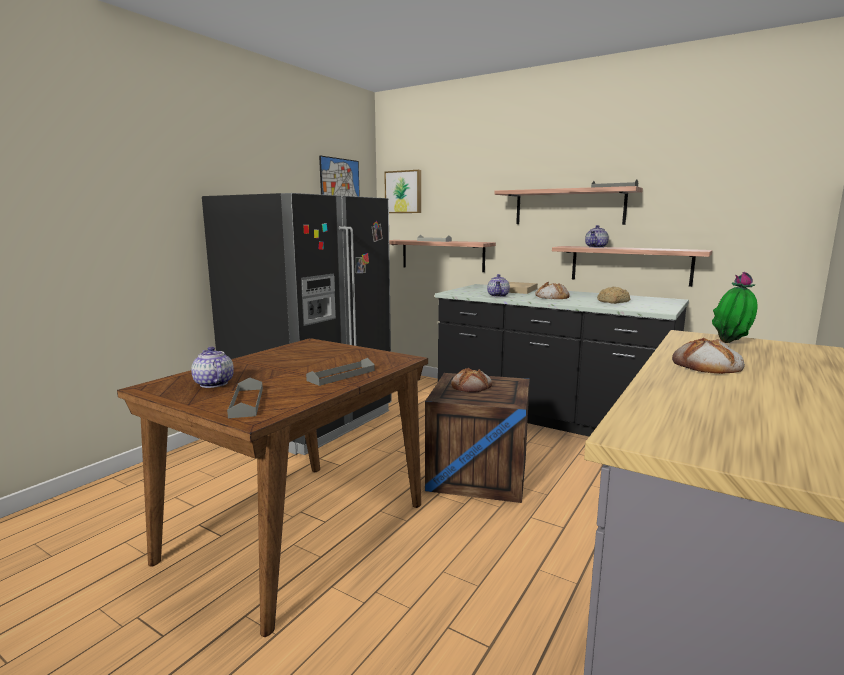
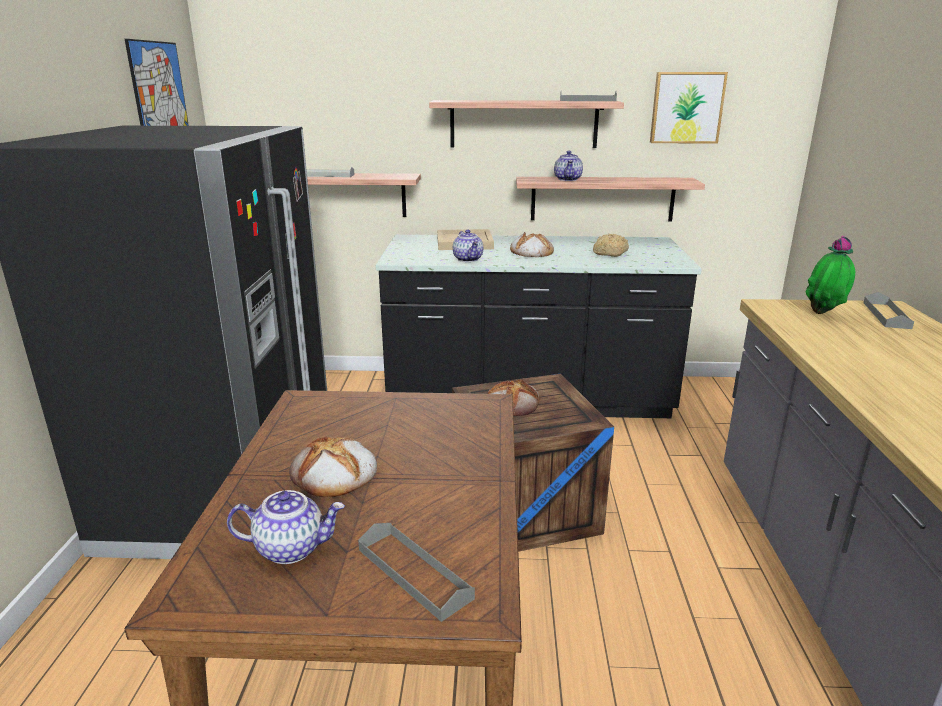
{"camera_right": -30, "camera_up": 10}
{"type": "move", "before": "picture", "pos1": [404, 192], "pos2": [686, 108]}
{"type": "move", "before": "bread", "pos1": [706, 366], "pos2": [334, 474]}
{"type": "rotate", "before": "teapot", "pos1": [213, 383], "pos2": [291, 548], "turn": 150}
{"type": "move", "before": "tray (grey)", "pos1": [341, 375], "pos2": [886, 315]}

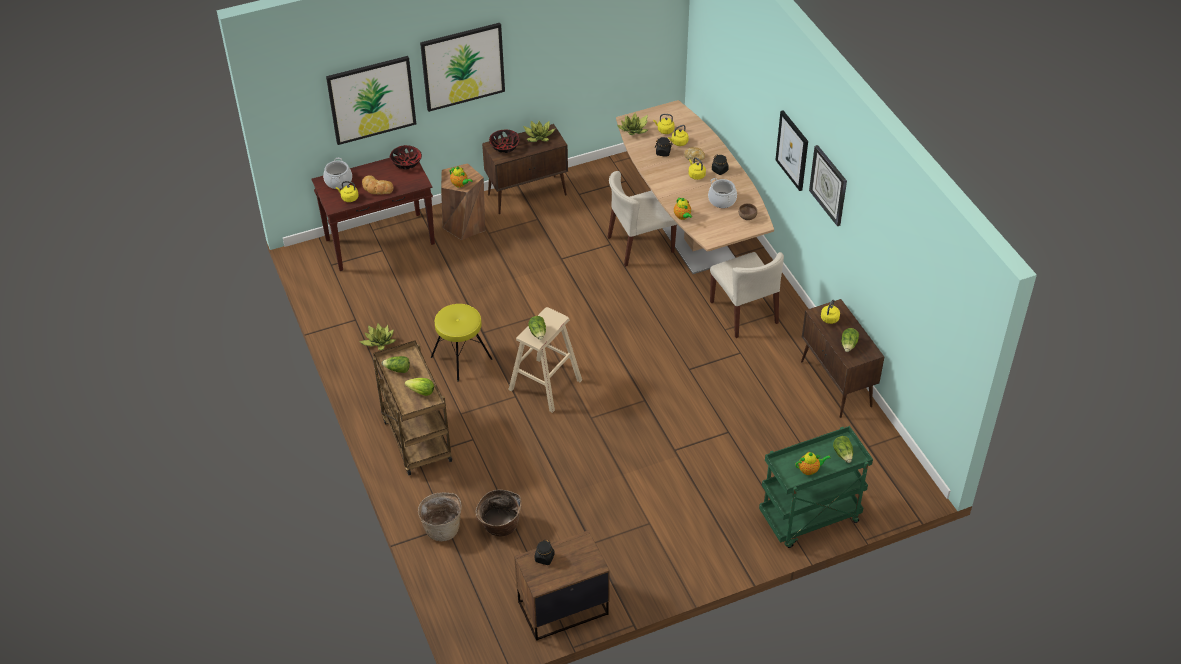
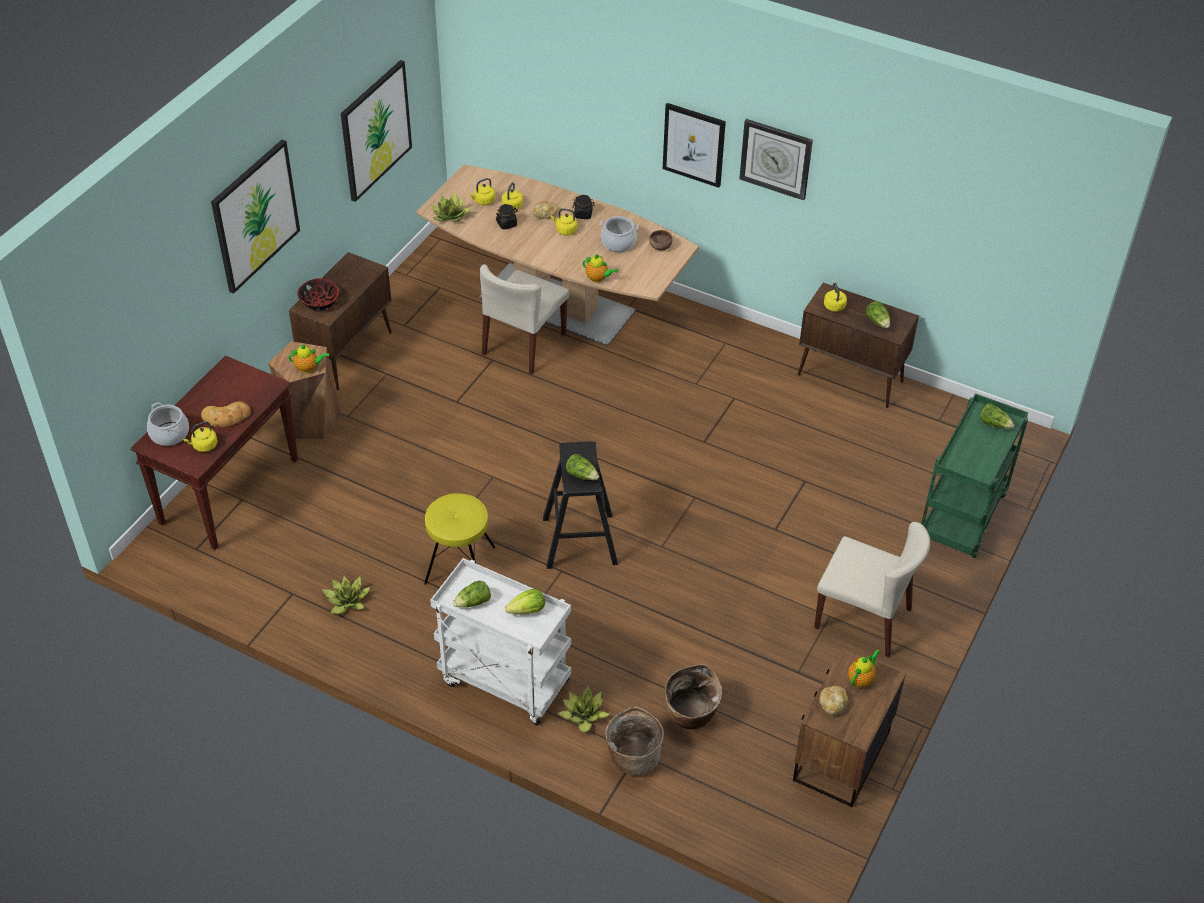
{"camera_right": -40, "camera_up": 0}
{"type": "move", "before": "picture", "pos1": [371, 99], "pos2": [375, 130]}
{"type": "move", "before": "potted plant", "pos1": [538, 137], "pos2": [584, 716]}
{"type": "delete", "before": "bowl", "pos1": [406, 163]}
{"type": "move", "before": "chair (beige)", "pos1": [744, 312], "pos2": [864, 618]}
{"type": "recolor", "before": "stool (beige)", "after": "stool (black)", "pos1": [545, 385], "pos2": [579, 540]}
{"type": "recolor", "before": "cart (brown)", "after": "cart (white)", "pos1": [415, 439], "pos2": [503, 682]}
{"type": "move", "before": "teapot", "pos1": [810, 470], "pos2": [861, 679]}
{"type": "replace", "before": "jar (black)", "after": "bread", "pos1": [544, 558], "pos2": [833, 704]}

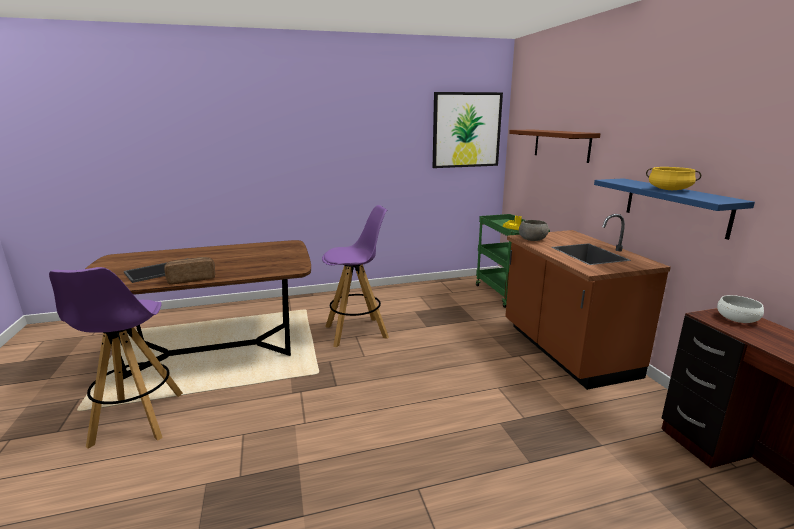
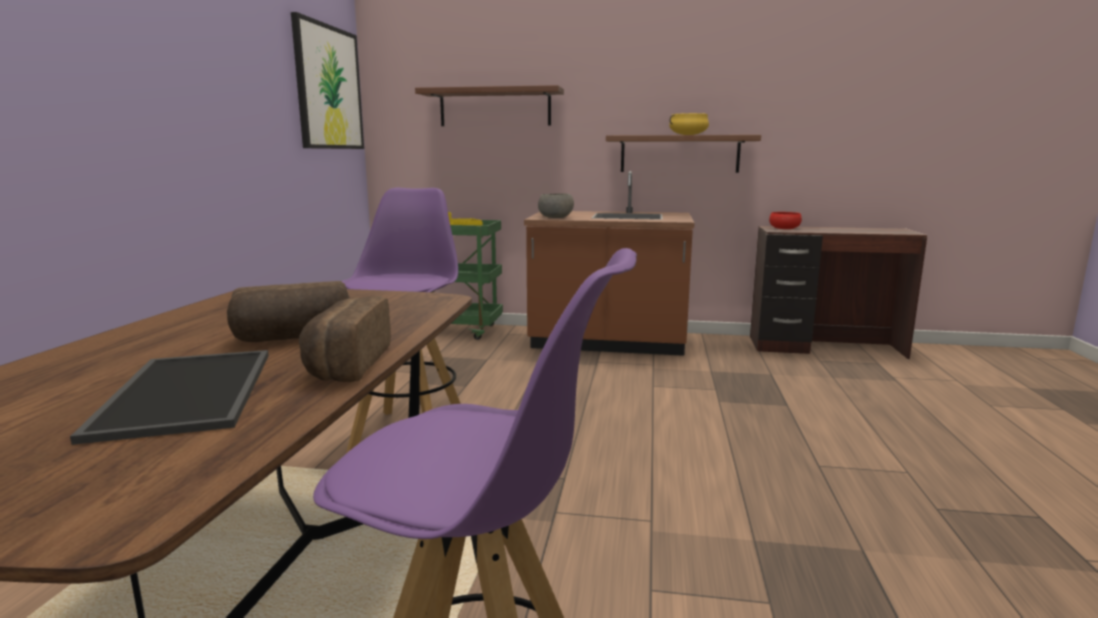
{"camera_right": -65, "camera_up": -5}
{"type": "recolor", "before": "shelf (blue)", "after": "shelf (brown)", "pos1": [675, 206], "pos2": [679, 154]}
{"type": "recolor", "before": "bowl (white)", "after": "bowl (red)", "pos1": [737, 318], "pos2": [784, 228]}
{"type": "insert", "after": "bread", "pos2": [294, 337]}

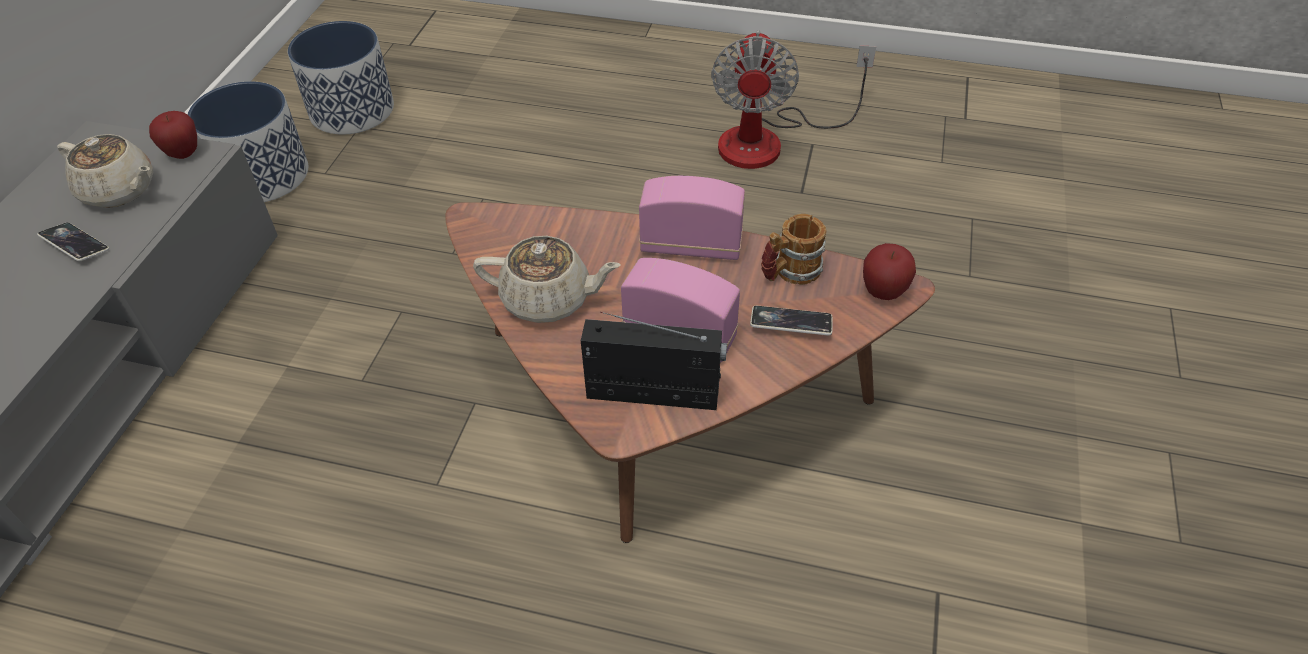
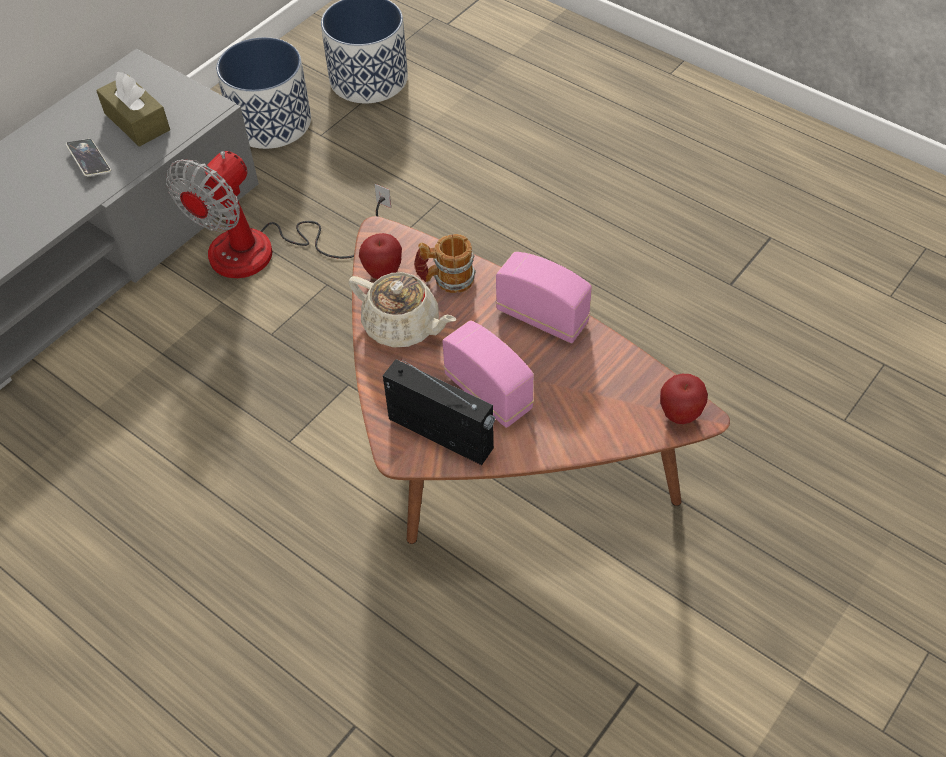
{"camera_right": 25, "camera_up": 5}
{"type": "move", "before": "fan", "pos1": [769, 140], "pos2": [266, 251]}
{"type": "move", "before": "apple", "pos1": [183, 153], "pos2": [383, 273]}
{"type": "replace", "before": "teapot (beige)", "after": "tissue box (brown)", "pos1": [120, 191], "pos2": [137, 121]}
{"type": "move", "before": "mug", "pos1": [789, 273], "pos2": [445, 280]}
{"type": "delete", "before": "phone", "pos1": [791, 324]}

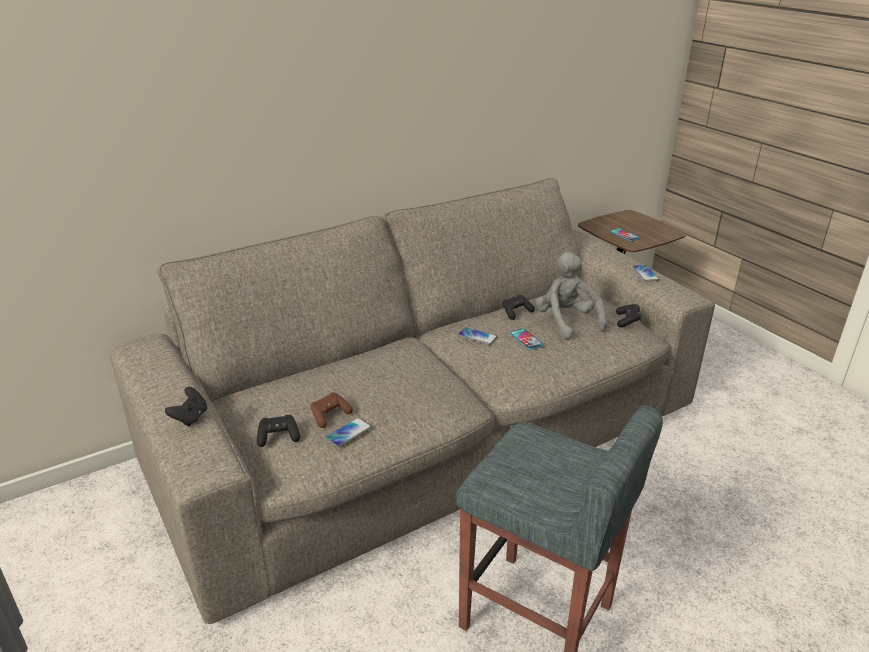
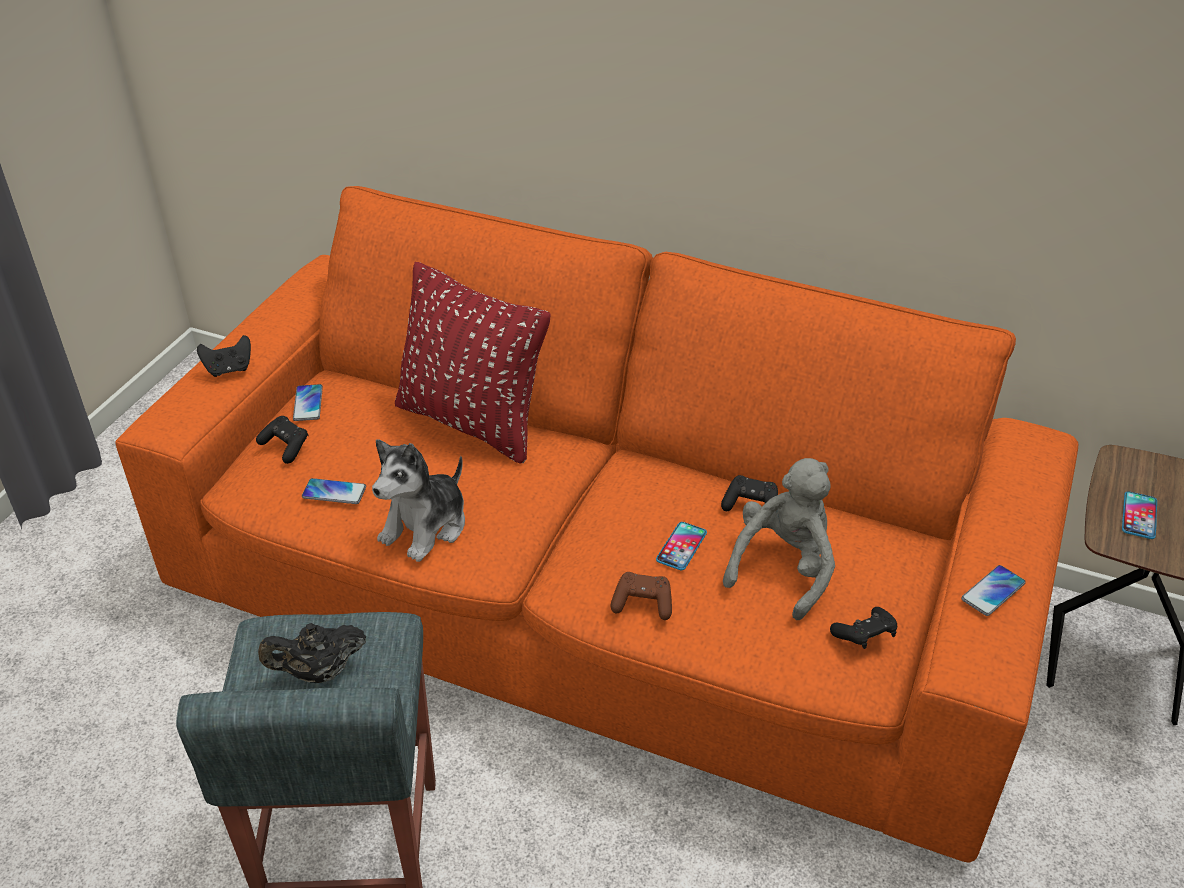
{"camera_right": 55, "camera_up": 10}
{"type": "recolor", "before": "sofa (beige)", "after": "sofa (orange)", "pos1": [432, 437], "pos2": [593, 595]}
{"type": "move", "before": "phone", "pos1": [477, 336], "pos2": [308, 403]}
{"type": "move", "before": "game controller (brown)", "pos1": [330, 415], "pos2": [643, 603]}
{"type": "insert", "after": "pillow (red)", "pos2": [472, 422]}
{"type": "insert", "after": "plush toy", "pos2": [426, 527]}
{"type": "insert", "after": "teapot (black)", "pos2": [318, 672]}

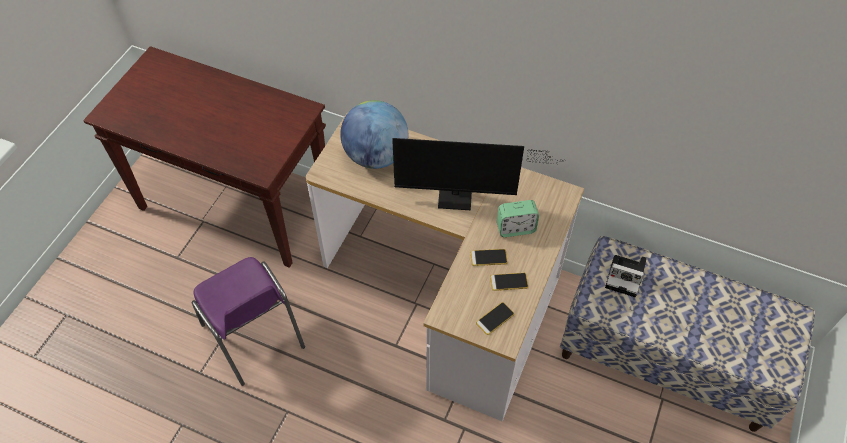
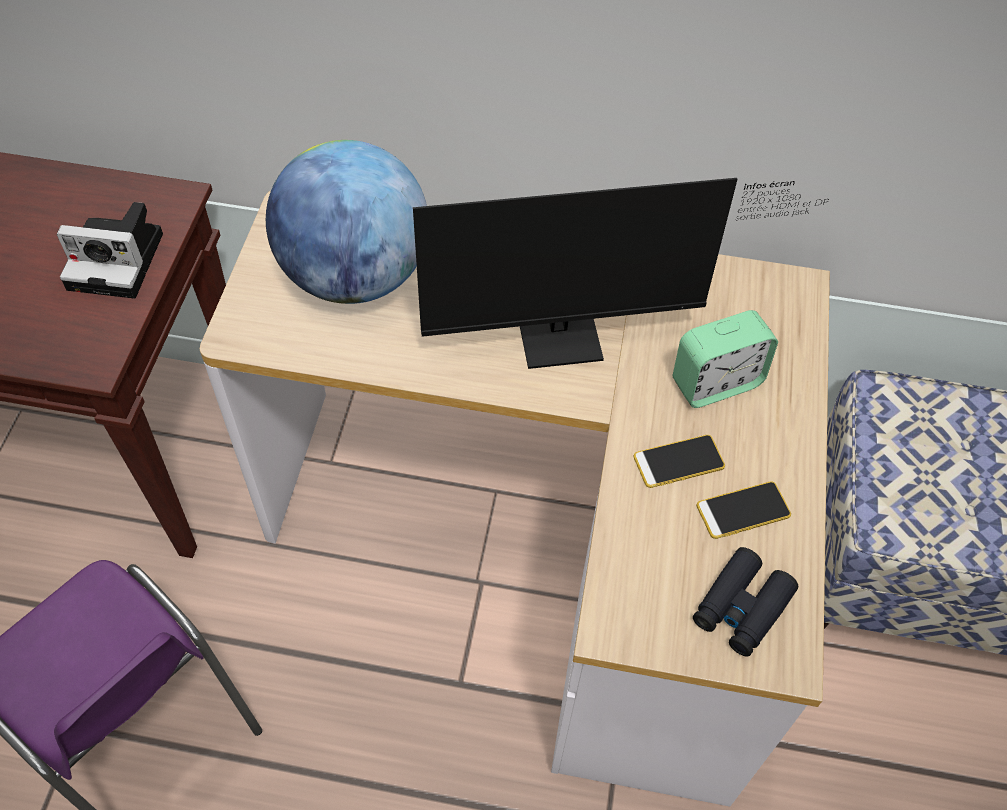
{"camera_right": -15, "camera_up": 0}
{"type": "move", "before": "photo camera", "pos1": [626, 277], "pos2": [120, 260]}
{"type": "replace", "before": "phone", "after": "binoculars (black)", "pos1": [495, 318], "pos2": [741, 607]}

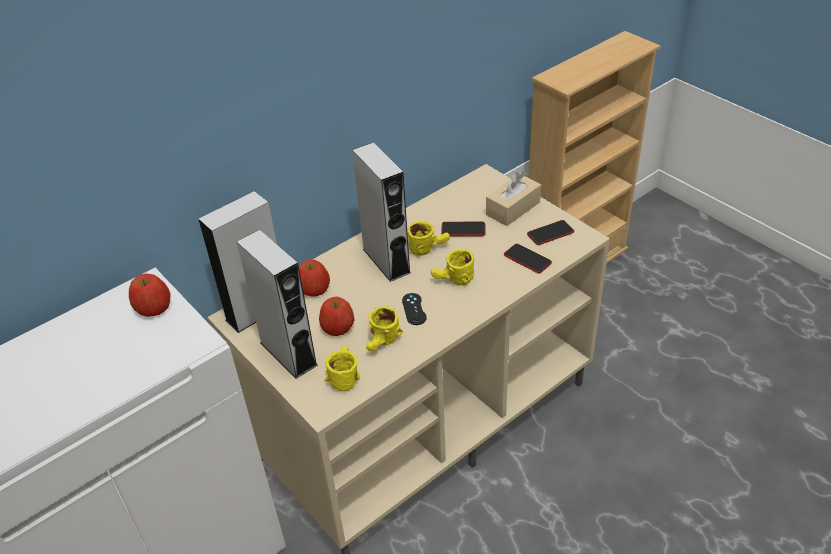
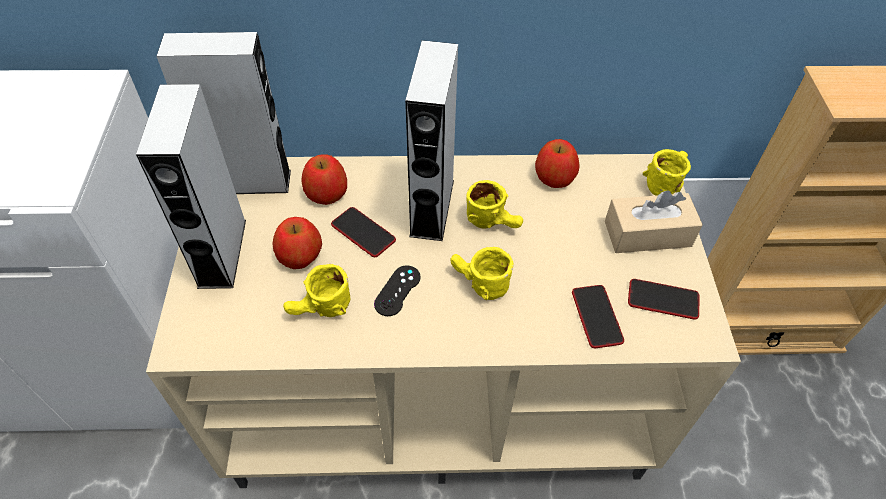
{"camera_right": 35, "camera_up": 10}
{"type": "move", "before": "phone", "pos1": [463, 230], "pos2": [363, 233]}
{"type": "move", "before": "apple", "pos1": [153, 307], "pos2": [554, 176]}
{"type": "move", "before": "mug (yellow)", "pos1": [343, 375], "pos2": [664, 181]}

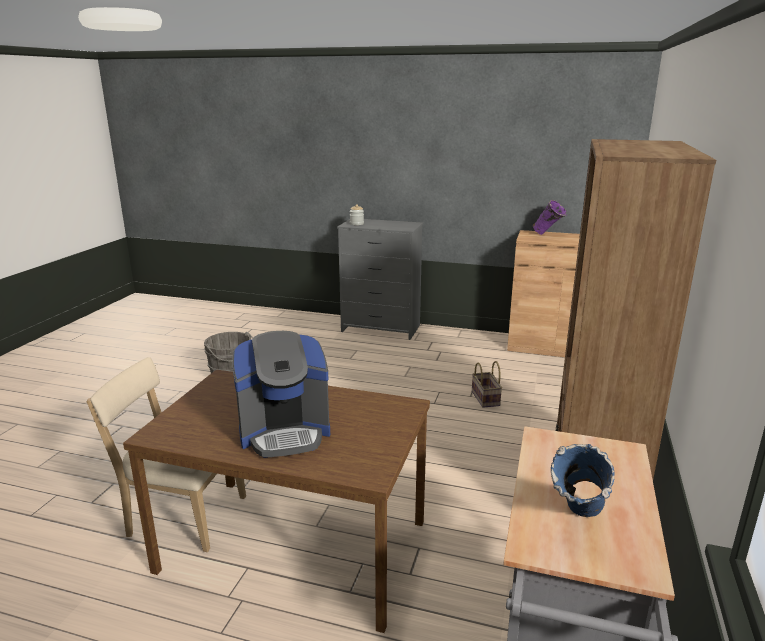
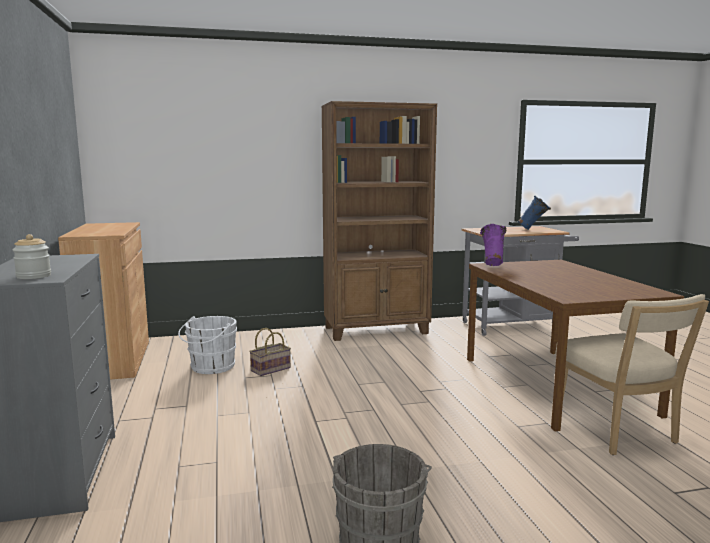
{"camera_right": -120, "camera_up": -10}
{"type": "move", "before": "vase (purple)", "pos1": [548, 235], "pos2": [492, 264]}
{"type": "delete", "before": "coffee machine", "pos1": [285, 432]}
{"type": "insert", "after": "bucket (white)", "pos2": [211, 367]}

